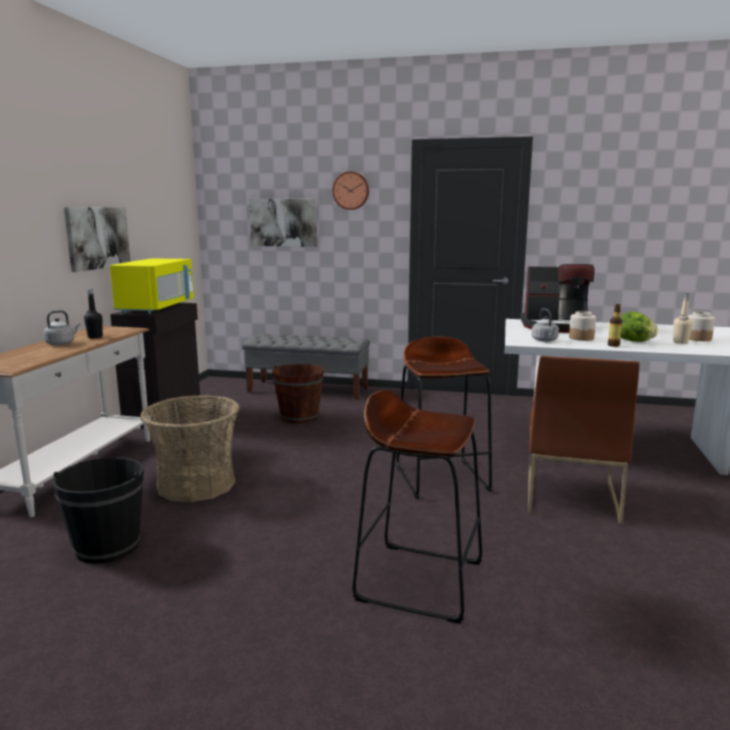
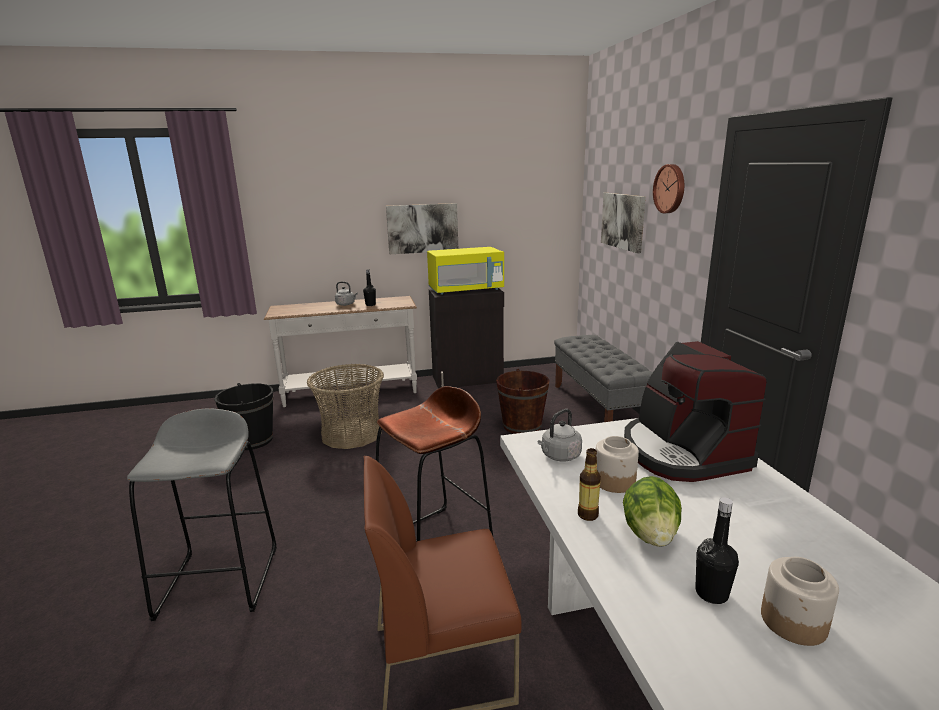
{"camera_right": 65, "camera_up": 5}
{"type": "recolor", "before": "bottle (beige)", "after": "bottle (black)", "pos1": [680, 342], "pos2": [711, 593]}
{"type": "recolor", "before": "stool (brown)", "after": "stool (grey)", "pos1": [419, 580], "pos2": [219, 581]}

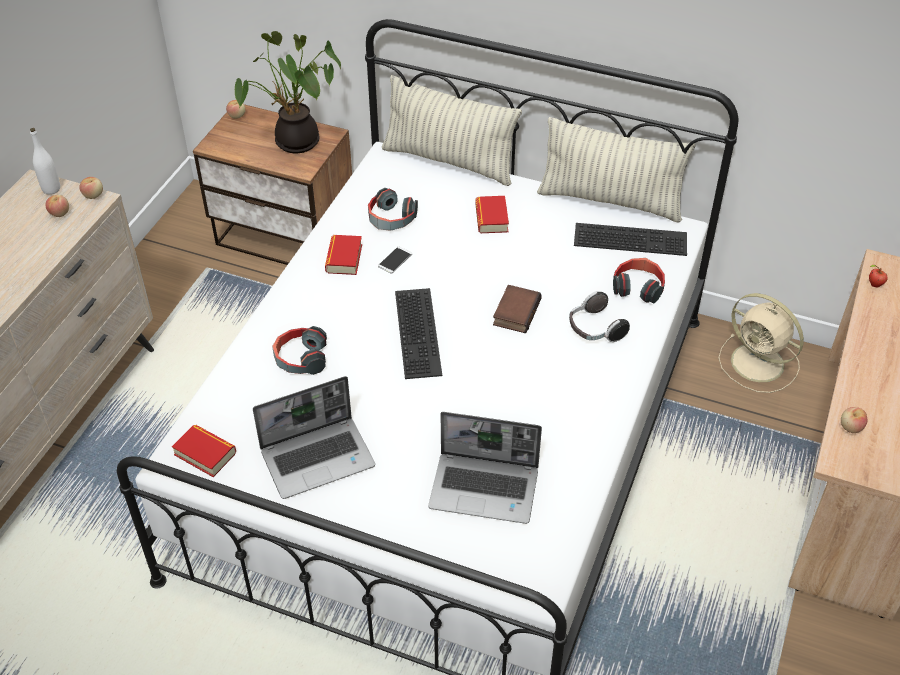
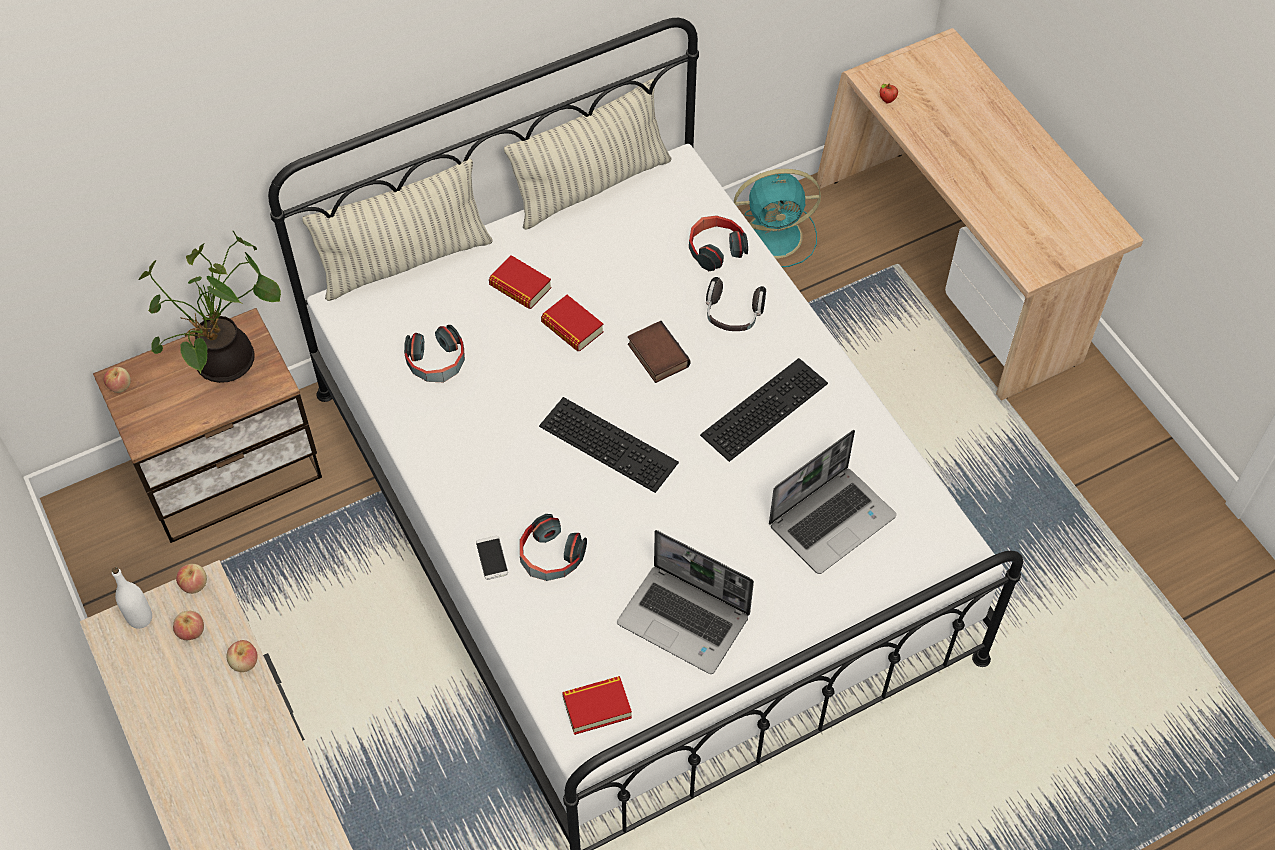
{"camera_right": -50, "camera_up": 10}
{"type": "move", "before": "keyboard", "pos1": [631, 238], "pos2": [763, 406]}
{"type": "move", "before": "book", "pos1": [344, 258], "pos2": [572, 327]}
{"type": "move", "before": "phone", "pos1": [395, 260], "pos2": [492, 558]}
{"type": "recolor", "before": "fan (beige)", "after": "fan (turquoise)", "pos1": [759, 364], "pos2": [776, 235]}
{"type": "rotate", "before": "laptop", "pos1": [318, 457], "pos2": [685, 620], "turn": 105}
{"type": "move", "before": "apple", "pos1": [851, 427], "pos2": [244, 662]}

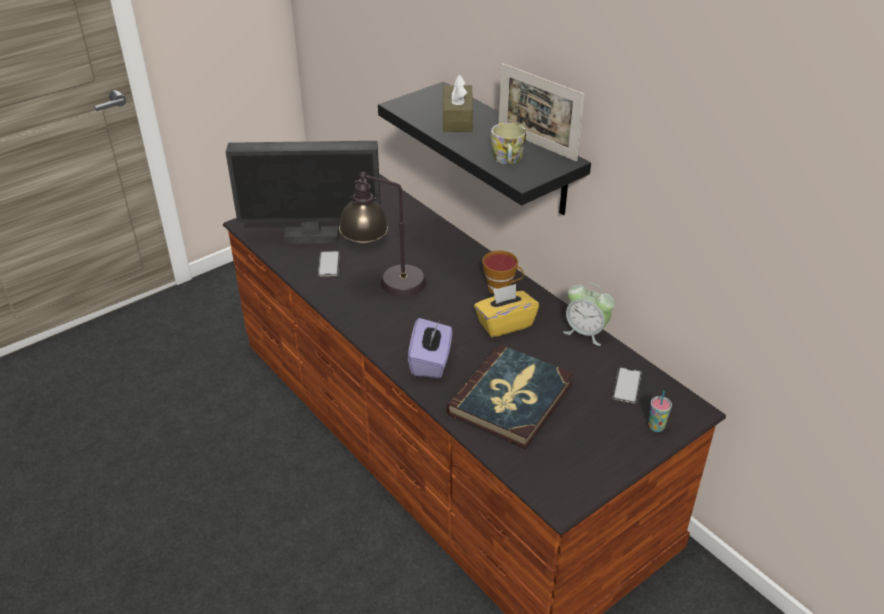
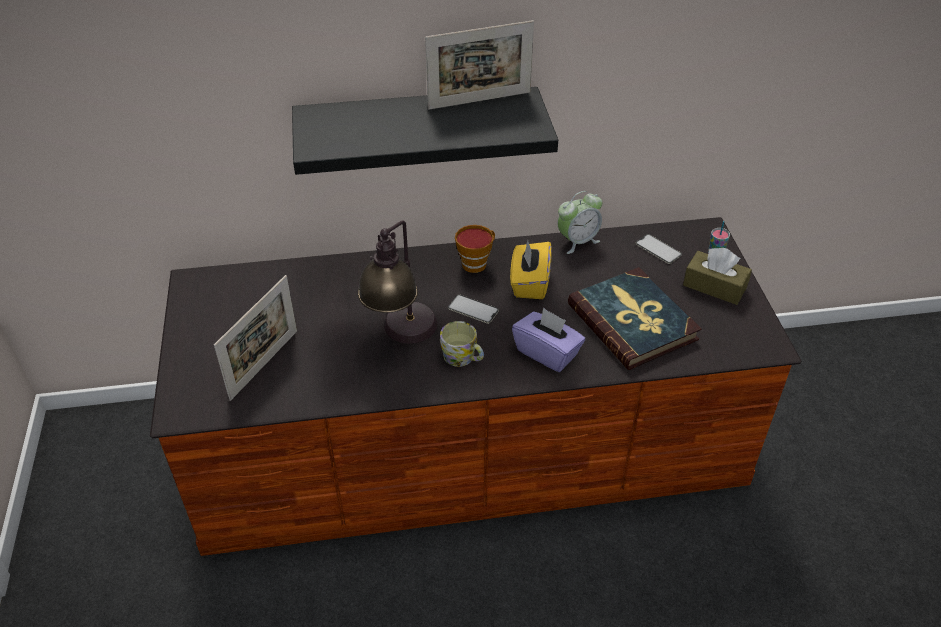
{"camera_right": -60, "camera_up": 5}
{"type": "move", "before": "tissue box (brown)", "pos1": [457, 119], "pos2": [714, 286]}
{"type": "move", "before": "mug", "pos1": [507, 160], "pos2": [463, 358]}
{"type": "replace", "before": "monitor", "after": "picture frame", "pos1": [312, 237], "pos2": [264, 364]}
{"type": "move", "before": "phone", "pos1": [328, 264], "pos2": [473, 309]}

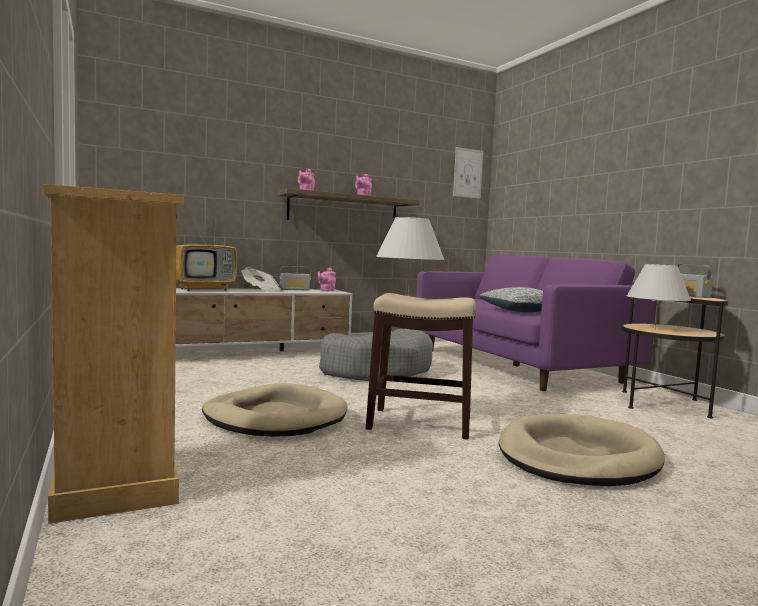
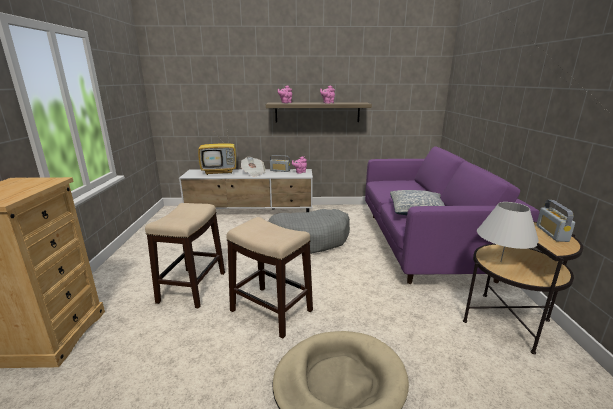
{"camera_right": 25, "camera_up": 15}
{"type": "delete", "before": "picture", "pos1": [468, 173]}
{"type": "delete", "before": "table lamp (white)", "pos1": [408, 295]}
{"type": "replace", "before": "dog bed (beige)", "after": "stool", "pos1": [275, 417], "pos2": [193, 286]}

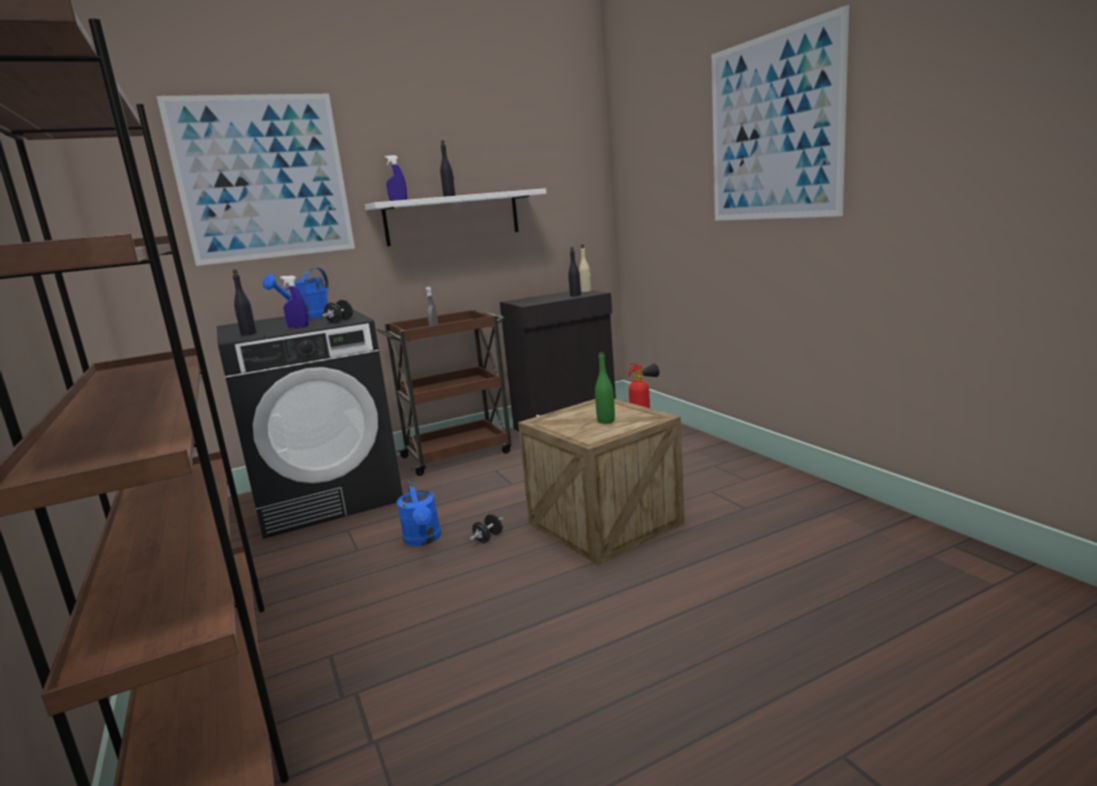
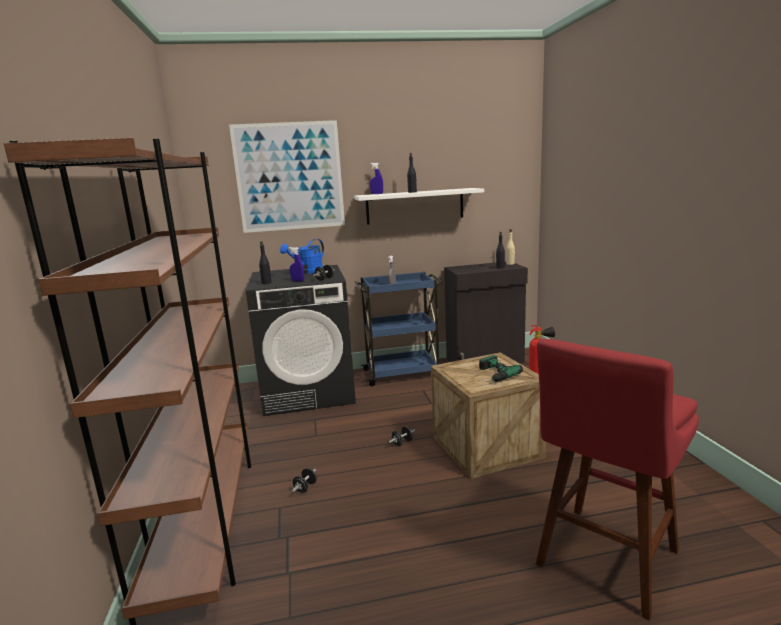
{"camera_right": 15, "camera_up": 0}
{"type": "delete", "before": "picture", "pos1": [773, 128]}
{"type": "recolor", "before": "cart (brown)", "after": "cart (blue)", "pos1": [458, 454], "pos2": [402, 373]}
{"type": "replace", "before": "bottle (green)", "after": "power drill", "pos1": [606, 421], "pos2": [491, 375]}
{"type": "delete", "before": "watering can (blue)", "pos1": [423, 540]}
{"type": "insert", "after": "stool (red)", "pos2": [604, 563]}
{"type": "insert", "after": "dumbbell (black)", "pos2": [305, 488]}

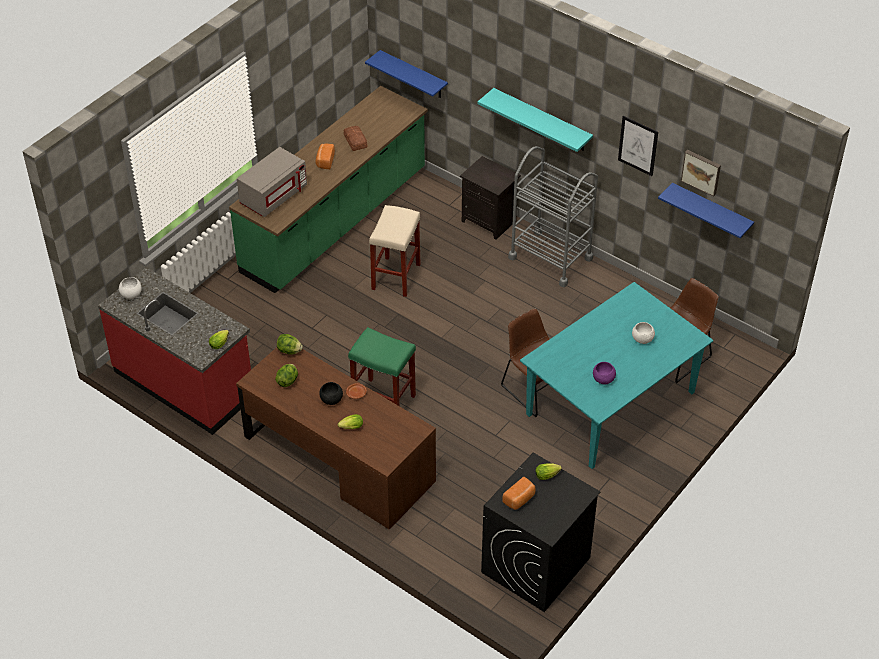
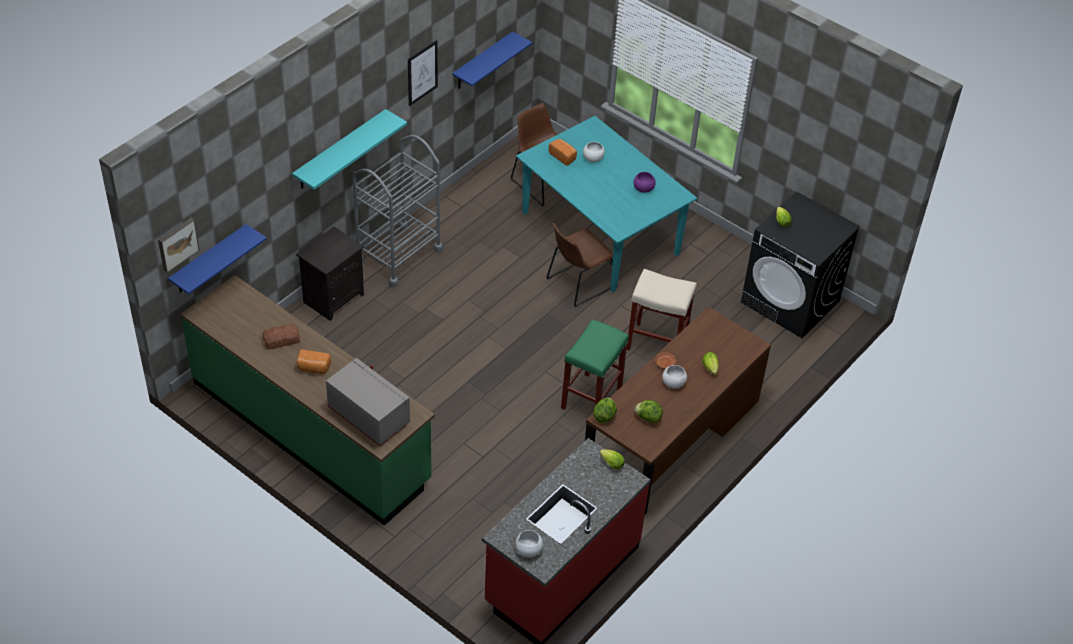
{"camera_right": -90, "camera_up": 0}
{"type": "move", "before": "picture", "pos1": [701, 171], "pos2": [177, 243]}
{"type": "move", "before": "stool (beige)", "pos1": [396, 276], "pos2": [656, 343]}
{"type": "recolor", "before": "bowl (black)", "after": "bowl (white)", "pos1": [331, 399], "pos2": [673, 383]}
{"type": "move", "before": "bread", "pos1": [520, 499], "pos2": [563, 156]}

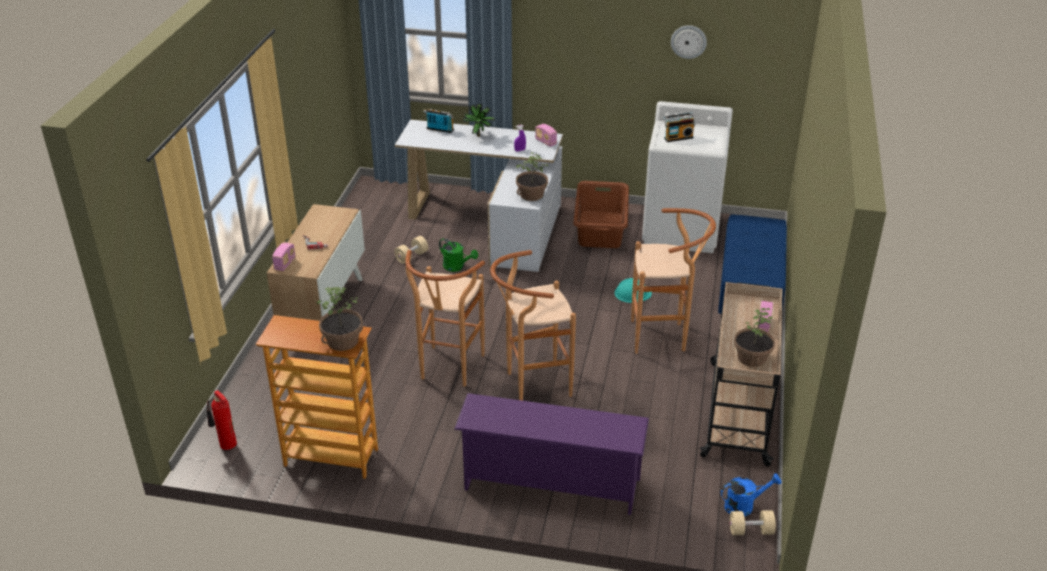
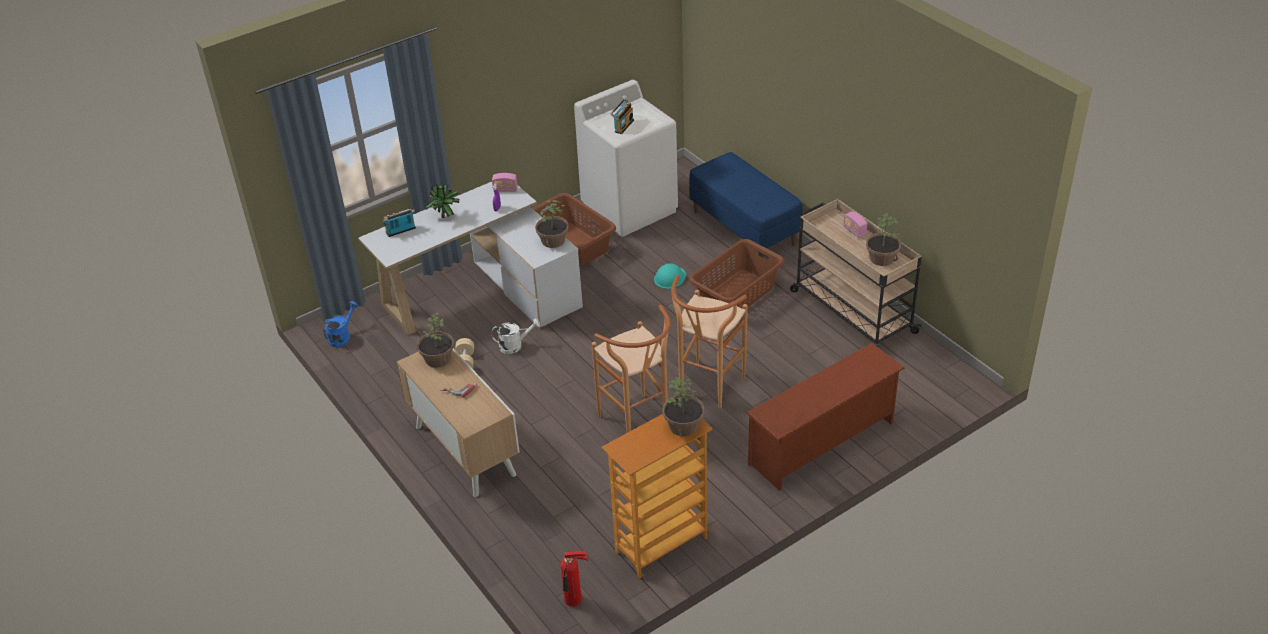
{"camera_right": -45, "camera_up": 5}
{"type": "delete", "before": "wall clock", "pos1": [688, 41]}
{"type": "replace", "before": "stool (brown)", "after": "laundry basket (brown)", "pos1": [664, 337], "pos2": [737, 294]}
{"type": "recolor", "before": "watering can (green)", "after": "watering can (white)", "pos1": [457, 267], "pos2": [515, 345]}
{"type": "delete", "before": "radio", "pos1": [285, 264]}
{"type": "recolor", "before": "shoe rack (purple)", "after": "shoe rack (brown)", "pos1": [550, 485], "pos2": [822, 444]}
{"type": "move", "before": "watering can (blue)", "pos1": [744, 505], "pos2": [342, 337]}
{"type": "delete", "before": "dumbbell (beige)", "pos1": [751, 530]}
{"type": "insert", "after": "potted plant", "pos2": [437, 359]}

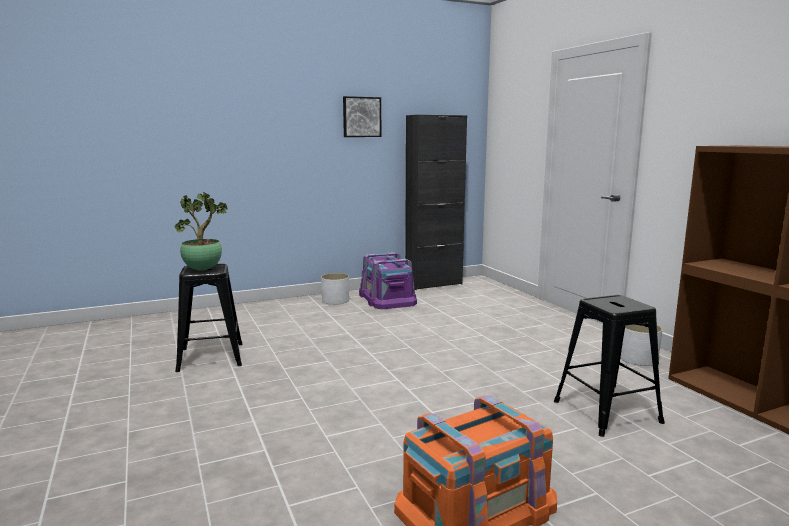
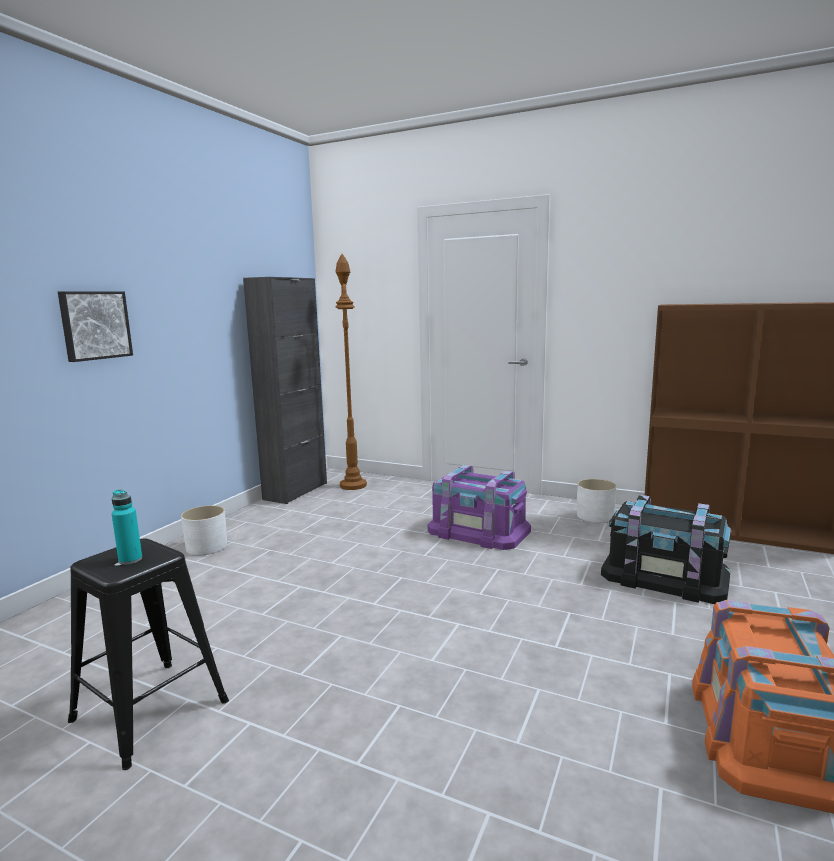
{"camera_right": -40, "camera_up": 0}
{"type": "move", "before": "picture", "pos1": [361, 117], "pos2": [94, 325]}
{"type": "replace", "before": "potted plant", "after": "bottle (turquoise)", "pos1": [204, 269], "pos2": [130, 560]}
{"type": "move", "before": "storage box (purple)", "pos1": [386, 298], "pos2": [478, 531]}
{"type": "replace", "before": "stool (black)", "after": "storage box (black)", "pos1": [608, 412], "pos2": [664, 575]}
{"type": "insert", "after": "floor lamp (brown)", "pos2": [353, 485]}

